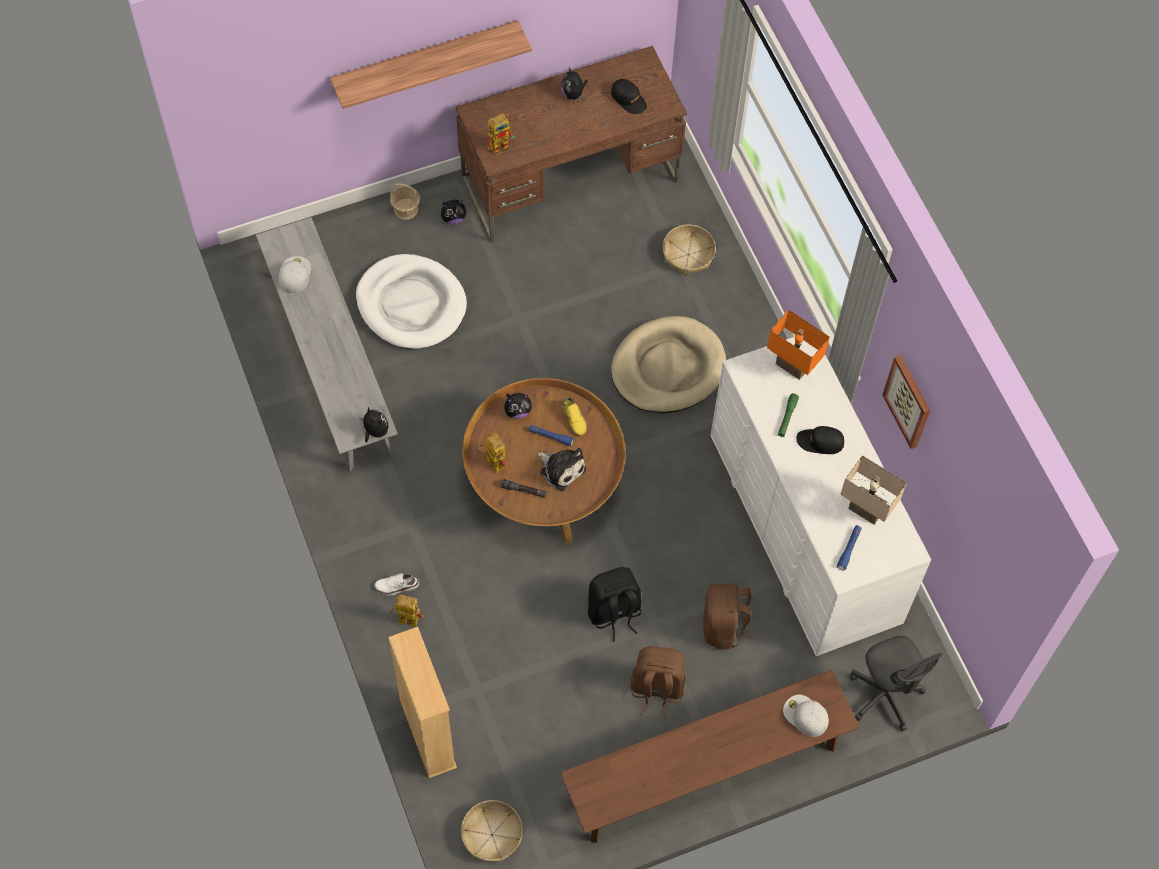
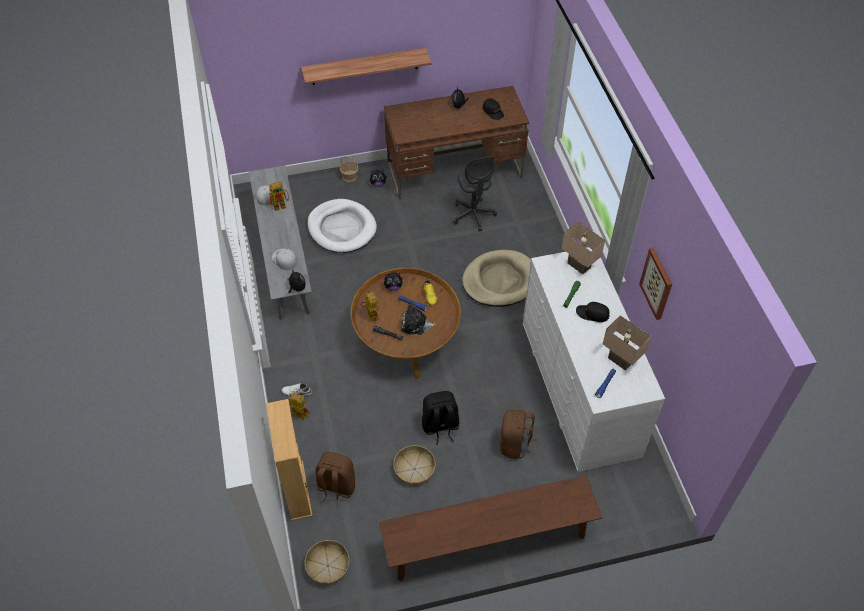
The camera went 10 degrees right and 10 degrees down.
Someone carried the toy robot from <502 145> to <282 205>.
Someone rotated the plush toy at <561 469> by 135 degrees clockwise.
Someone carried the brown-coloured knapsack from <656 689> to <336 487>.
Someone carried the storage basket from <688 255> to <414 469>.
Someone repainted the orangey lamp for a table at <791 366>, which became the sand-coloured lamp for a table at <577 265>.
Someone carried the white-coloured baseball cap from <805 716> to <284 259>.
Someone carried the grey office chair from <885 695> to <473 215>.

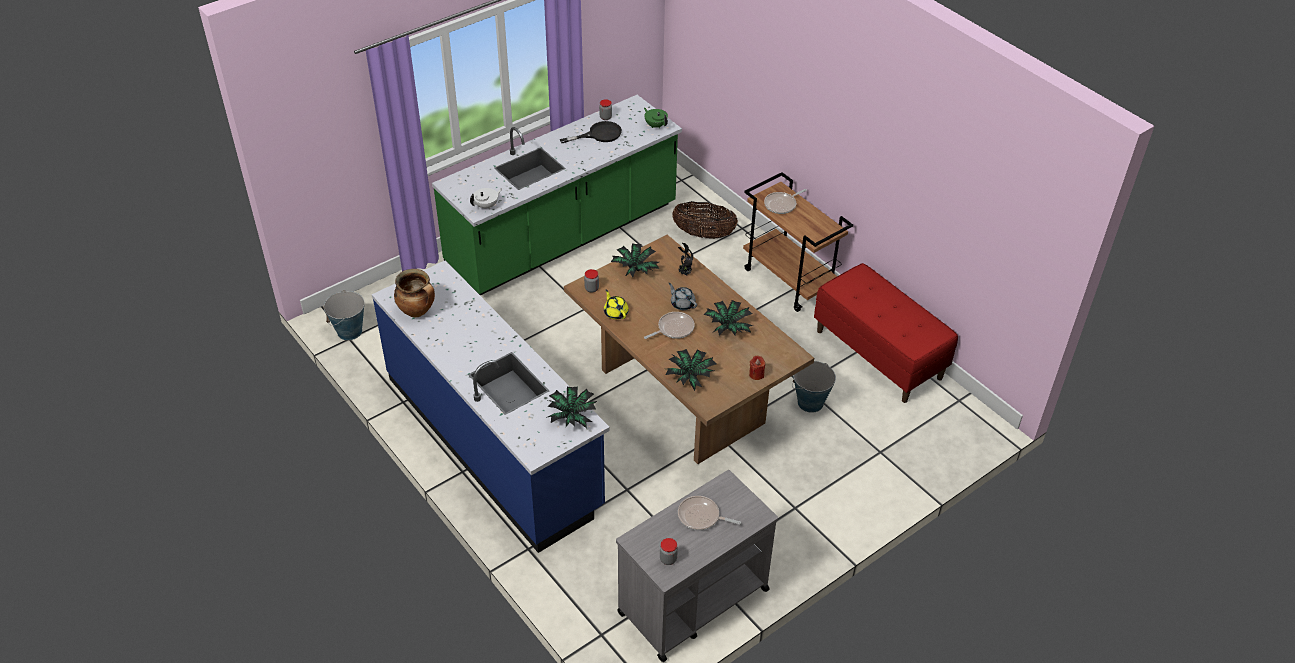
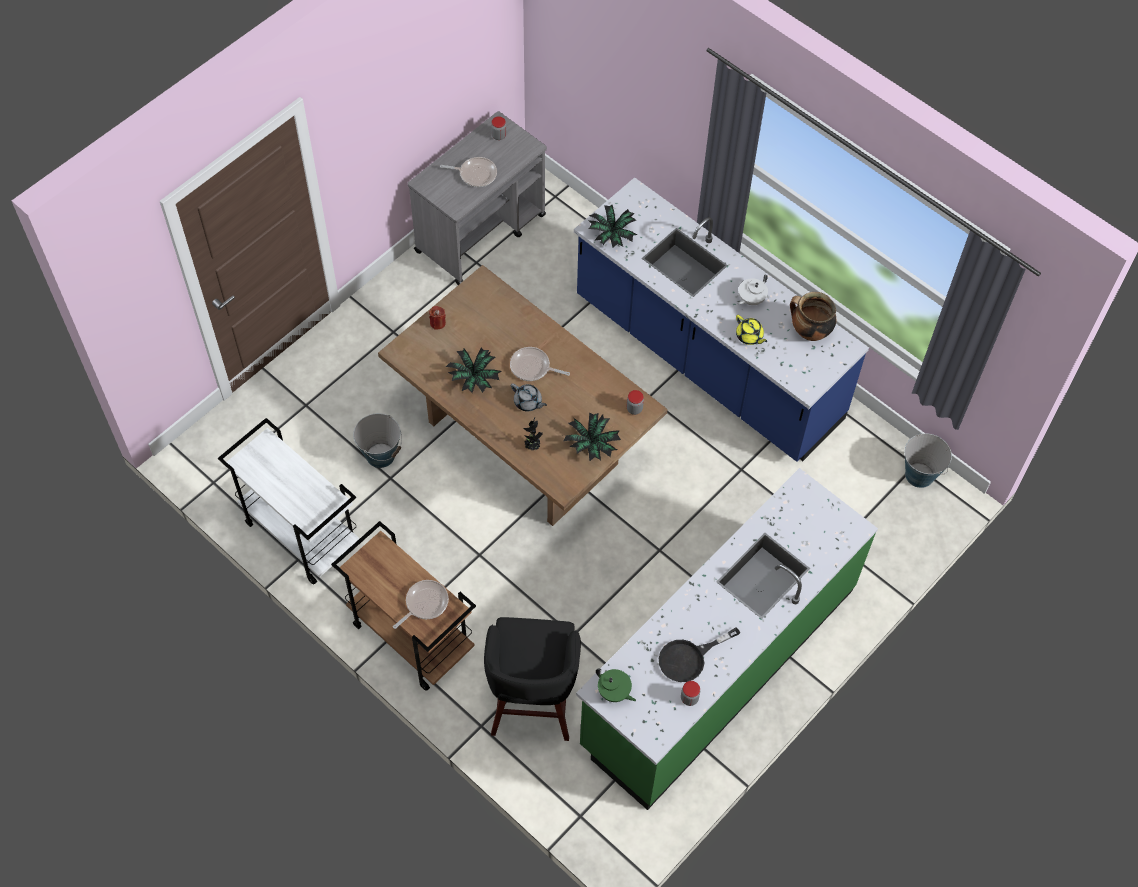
The camera went 170 degrees right and 15 degrees up.
Someone carried the white-coloured pot for tea from <487 206> to <750 299>.
Someone carried the yellow pot for tea from <615 312> to <749 336>.
Someone rotated the pan at <673 329> by 60 degrees clockwise.
Someone took away the potted plant at <690 377>.
Someone swapped the storage basket at <703 234> for the black-coloured stool seat at <532 704>.
Someone swapped the red bench at <879 354> for the white-coloured trolley at <300 534>.

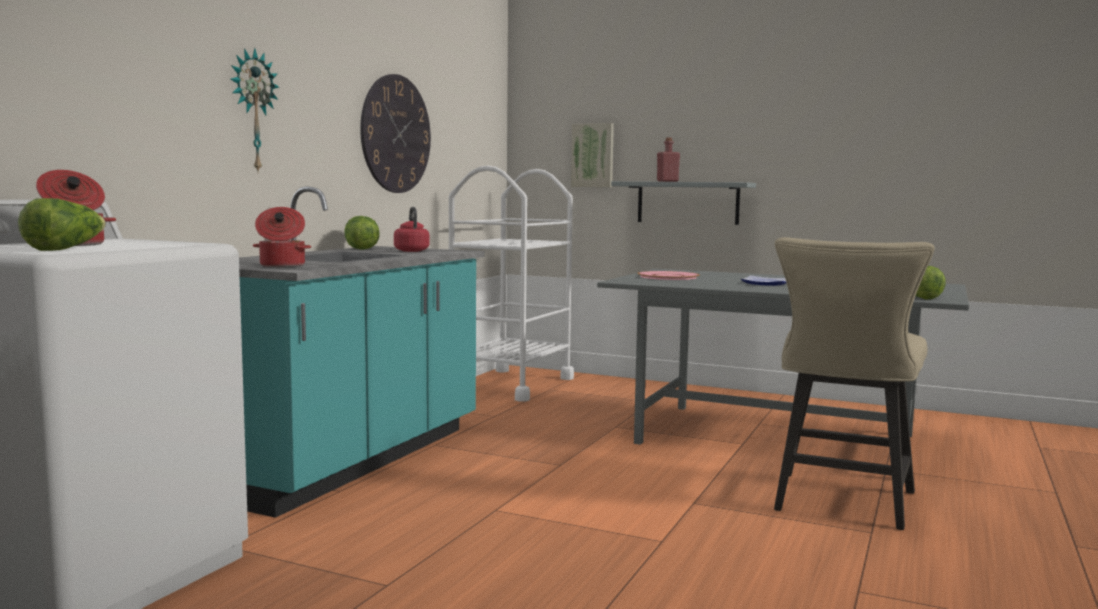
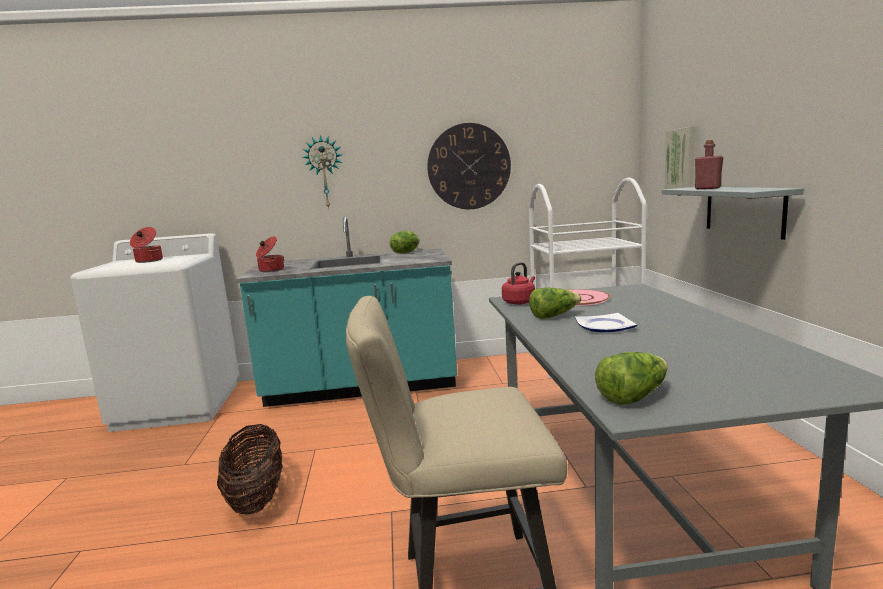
The camera went 60 degrees right and 5 degrees up.
Someone carried the head of lettuce from <65 249> to <554 316>.
Someone carried the red tea kettle from <411 251> to <520 302>.
Someone put down the storage basket at <256 498>.

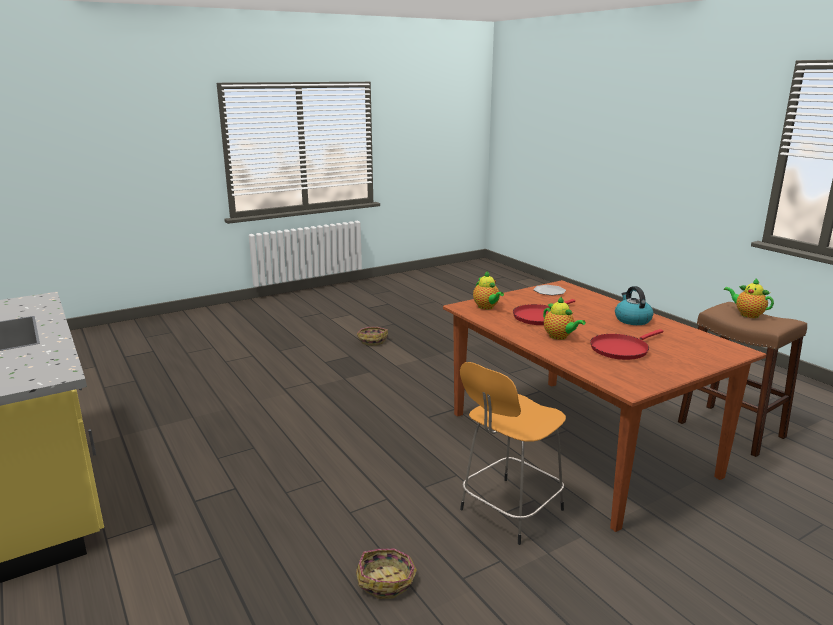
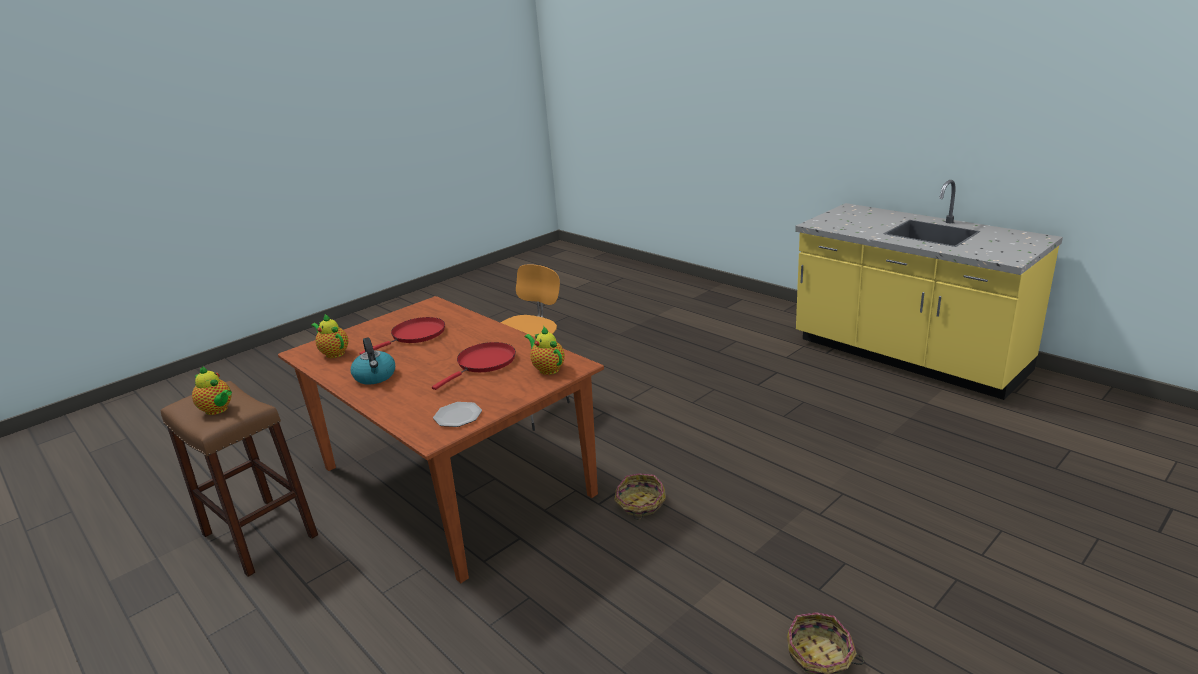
The camera went 170 degrees right and 5 degrees up.
Someone carried the storage basket from <387 580> to <640 504>.
Someone carried the pot for tea from <559 337> to <334 353>.

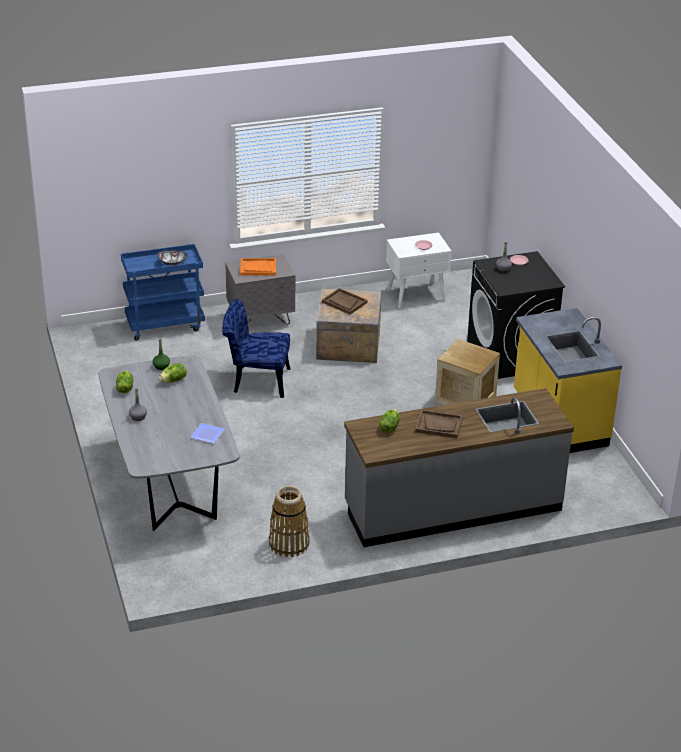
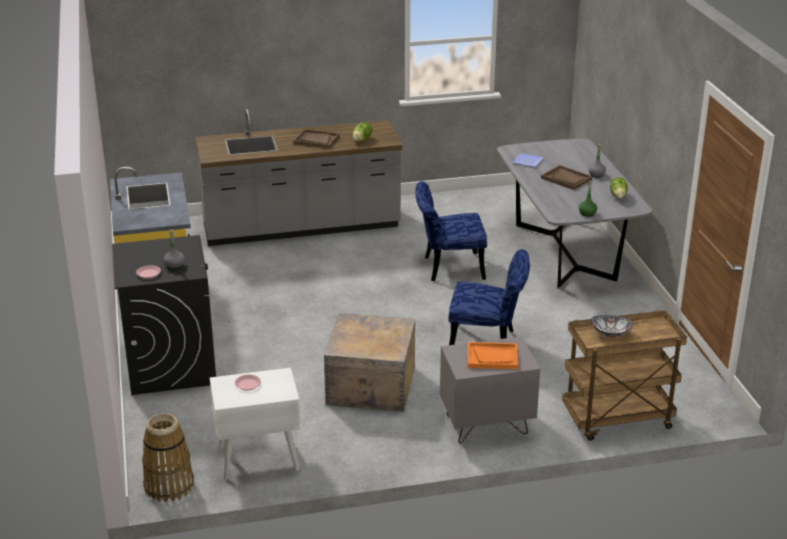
The camera went 175 degrees left and 5 degrees down.
Someone repainted the bluish trolley at <165 325>, which became the brown-coloured trolley at <616 420>.
Someone took away the head of lettuce at <173 380>.
Someone carried the storage basket from <289 544> to <169 485>.
Someone carried the brown-coloured tray from <344 302> to <566 179>.
Someone took away the packing crate at <465 399>.
Someone put down the bluish upright chair at <448 268>.

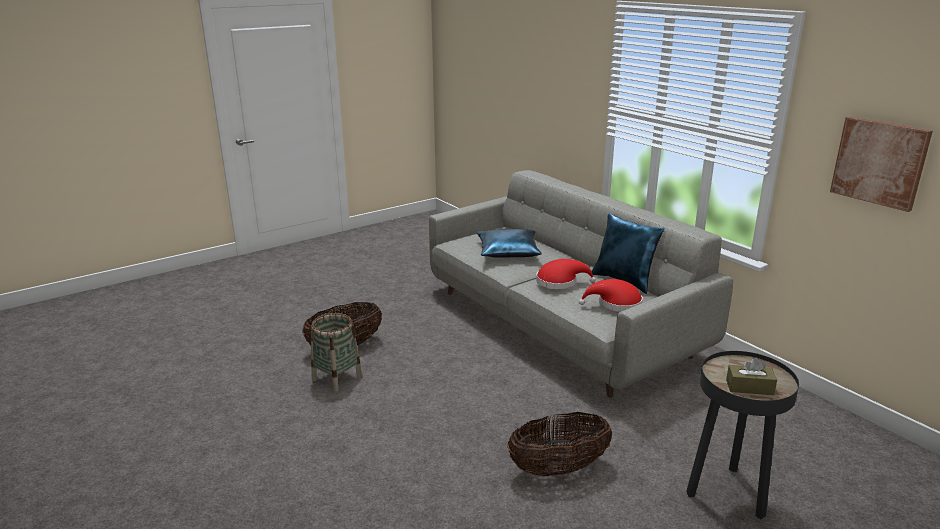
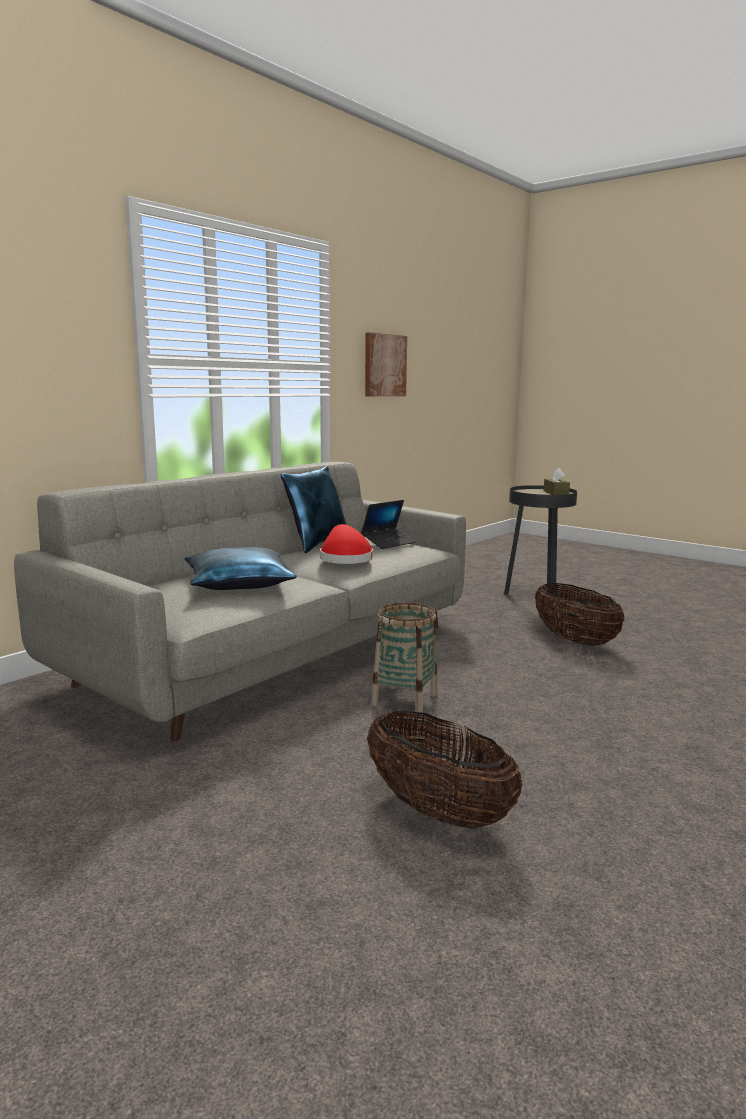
The camera went 105 degrees left and 10 degrees down.
Someone carried the storage basket from <337 378> to <404 699>.
Someone swapped the red hat at <615 304> for the laptop at <388 543>.

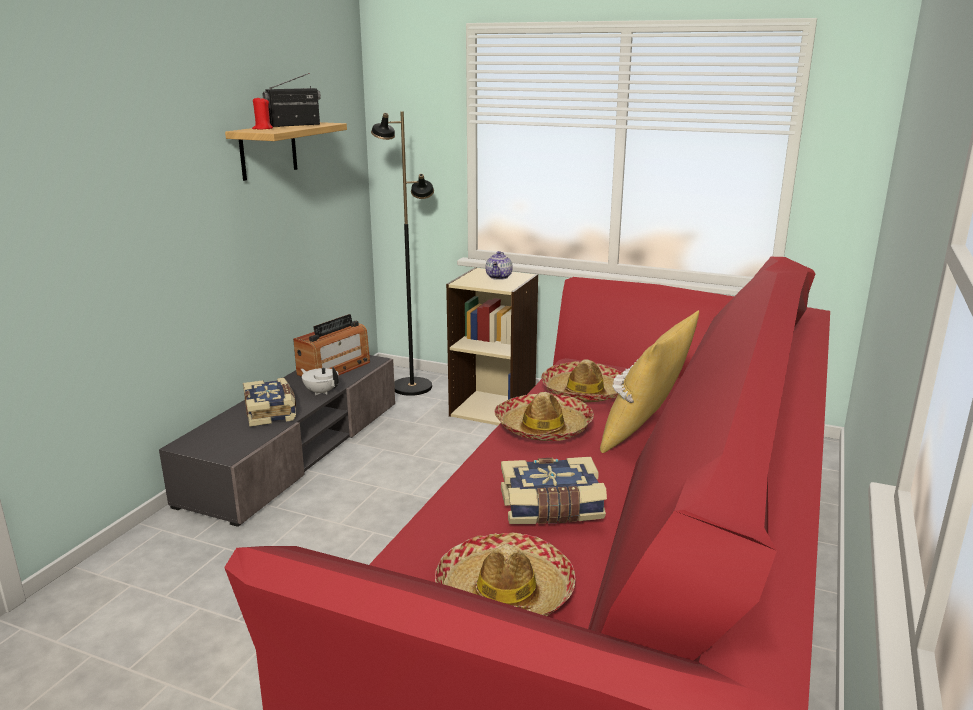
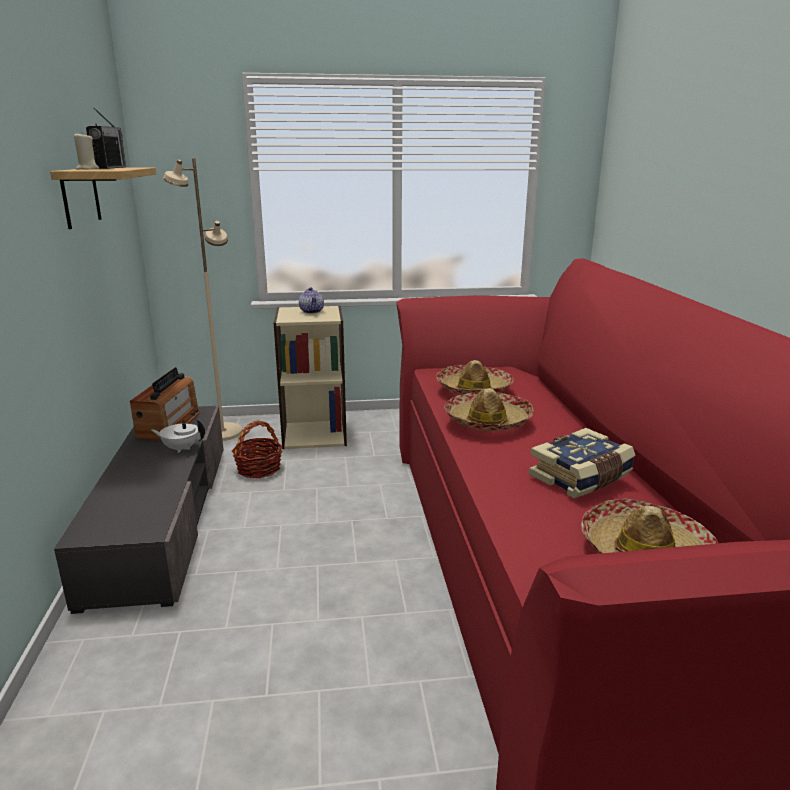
The camera went 30 degrees left and 0 degrees up.
Someone took away the volume at <271 412>.
Someone repainted the red candle at <262 129>, which became the sand-coloured candle at <87 169>.
Someone rotated the radio at <295 125> by 150 degrees clockwise.
Someone repainted the black-coloured standard lamp at <411 387>, which became the sand-coloured standard lamp at <222 432>.
Someone took away the yellow pillow at <646 434>.
Someone put down the storage basket at <259 469>.

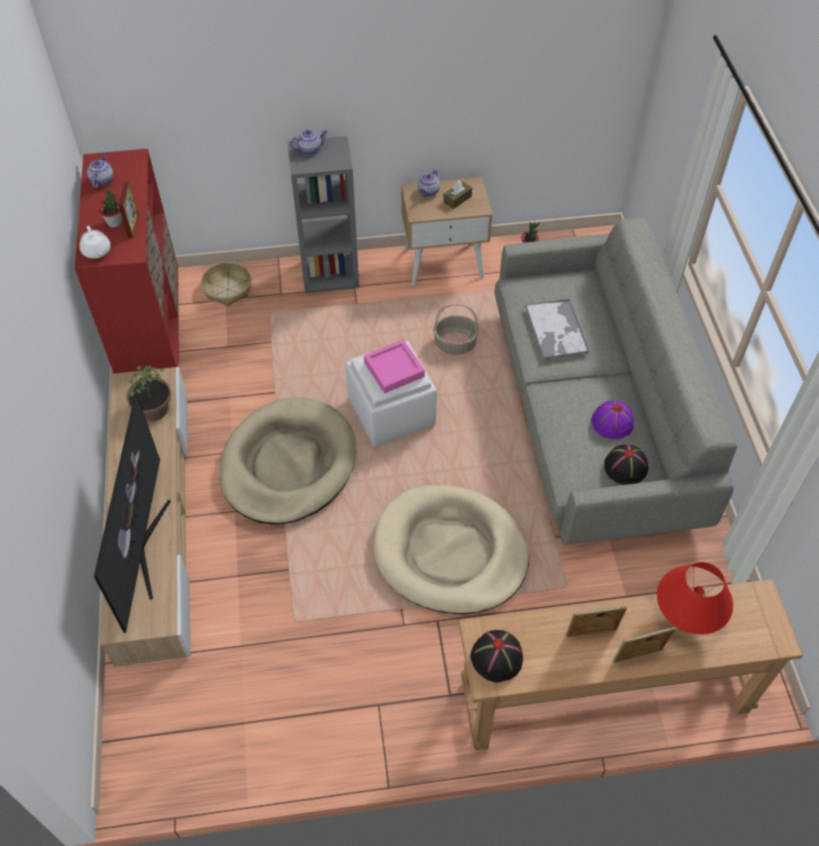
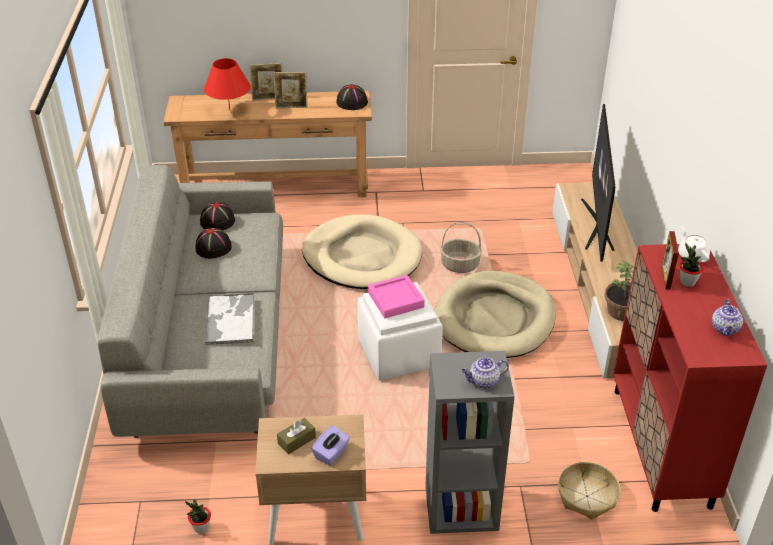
The camera went 175 degrees left and 15 degrees down.
Someone swapped the pot for tea at <428 192> for the purple box of tissues at <331 453>.
Someone carried the storage basket from <454 344> to <460 265>.
Someone repainted the purple hat at <612 423>, which became the black-coloured hat at <214 247>.

